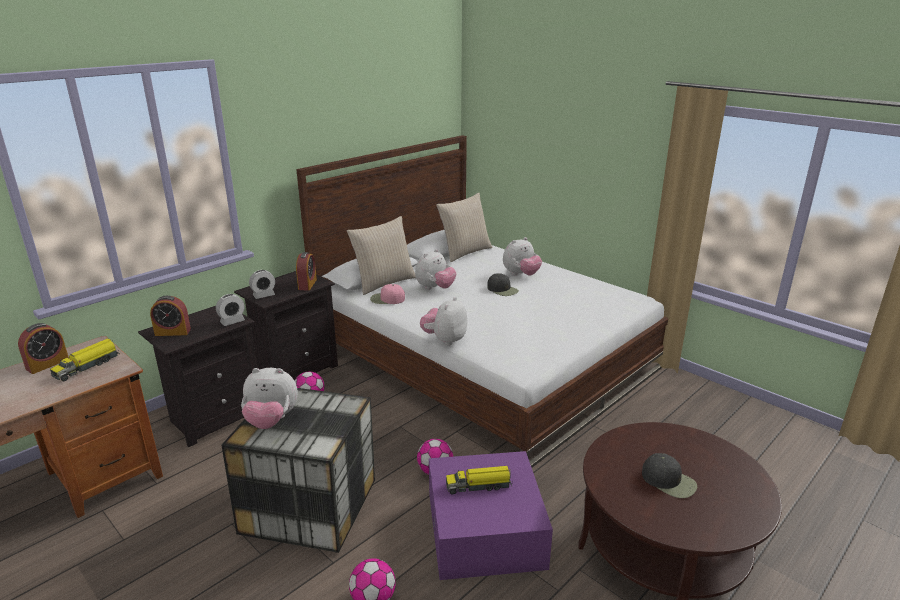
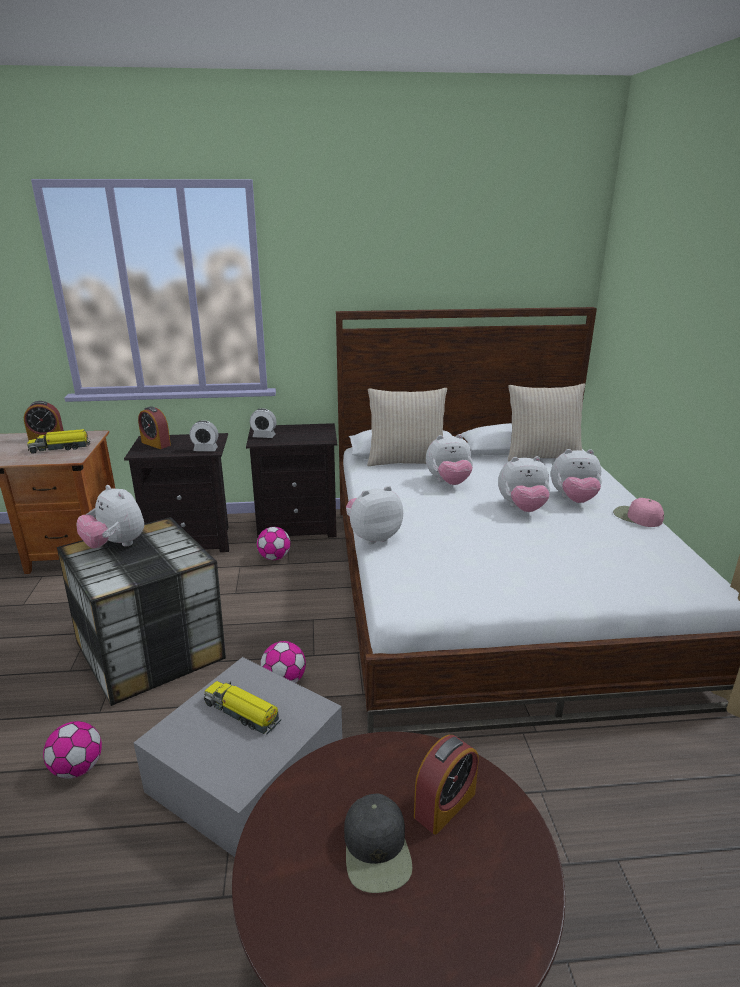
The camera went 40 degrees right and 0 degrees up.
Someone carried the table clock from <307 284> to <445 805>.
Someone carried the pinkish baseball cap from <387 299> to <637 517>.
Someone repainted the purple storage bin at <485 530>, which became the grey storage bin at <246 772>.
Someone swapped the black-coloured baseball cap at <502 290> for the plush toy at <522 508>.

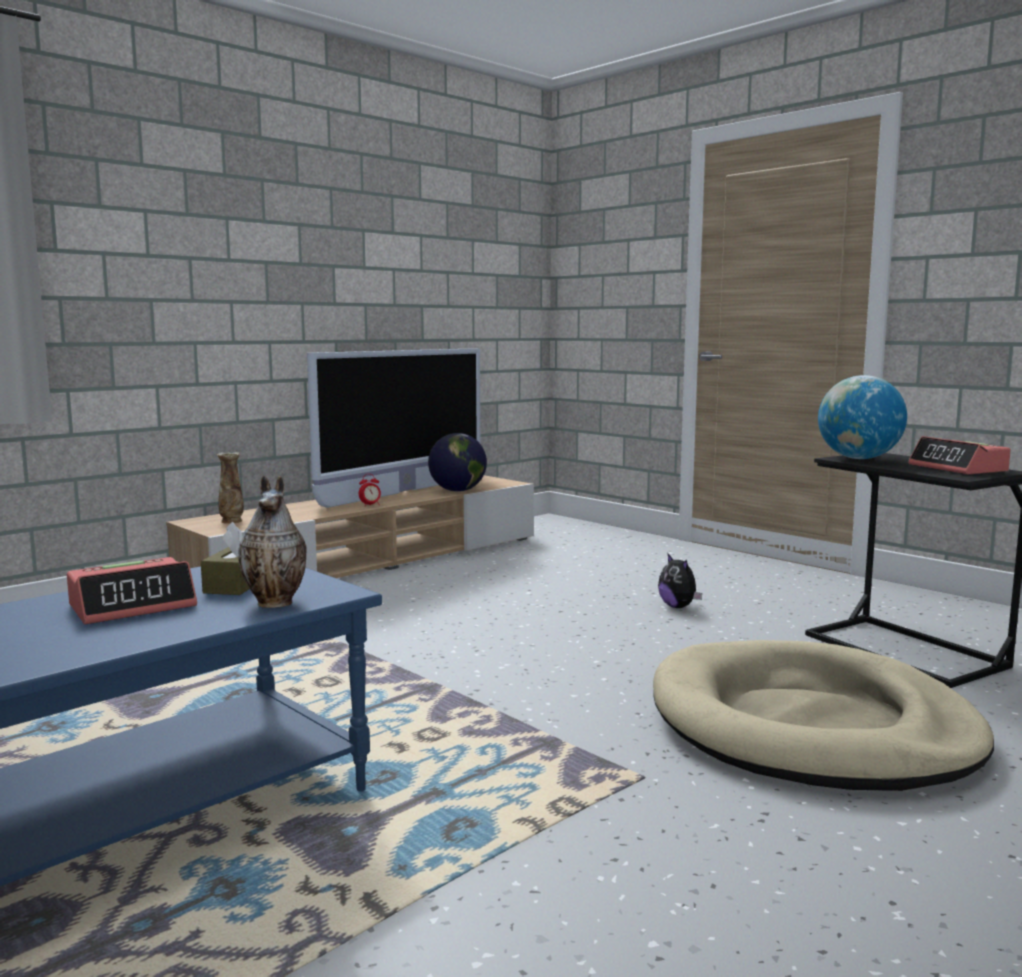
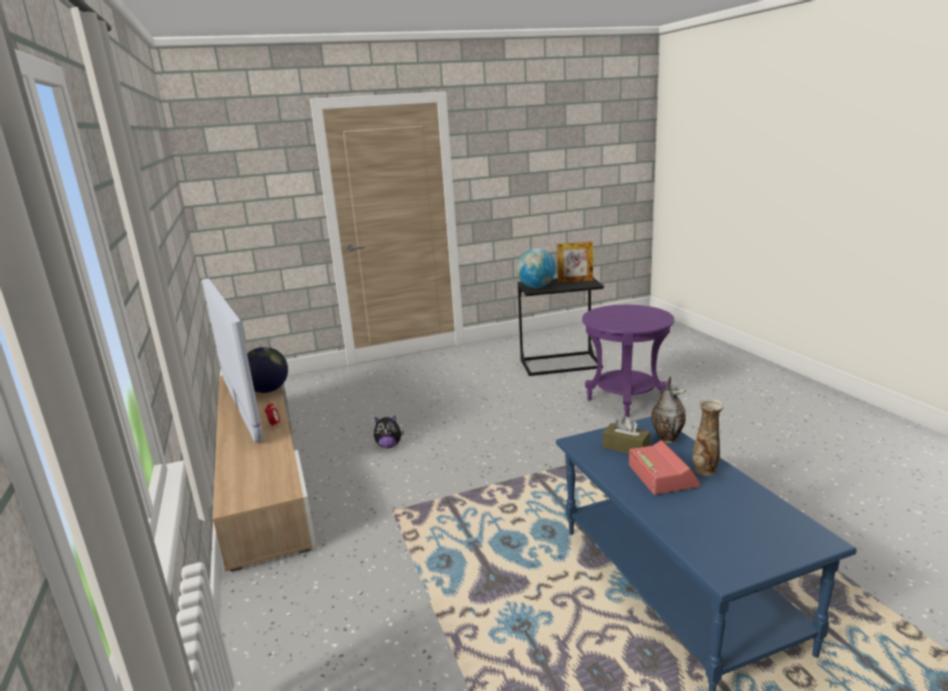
The camera went 65 degrees left and 10 degrees up.
Someone carried the vase from <232 521> to <705 470>.
Someone swapped the sand-coloured dog cushion at <811 726> for the purple accent table at <625 400>.
Someone carried the plush toy from <678 607> to <389 446>.
Someone swapped the table clock at <958 468> for the photo frame at <575 281>.

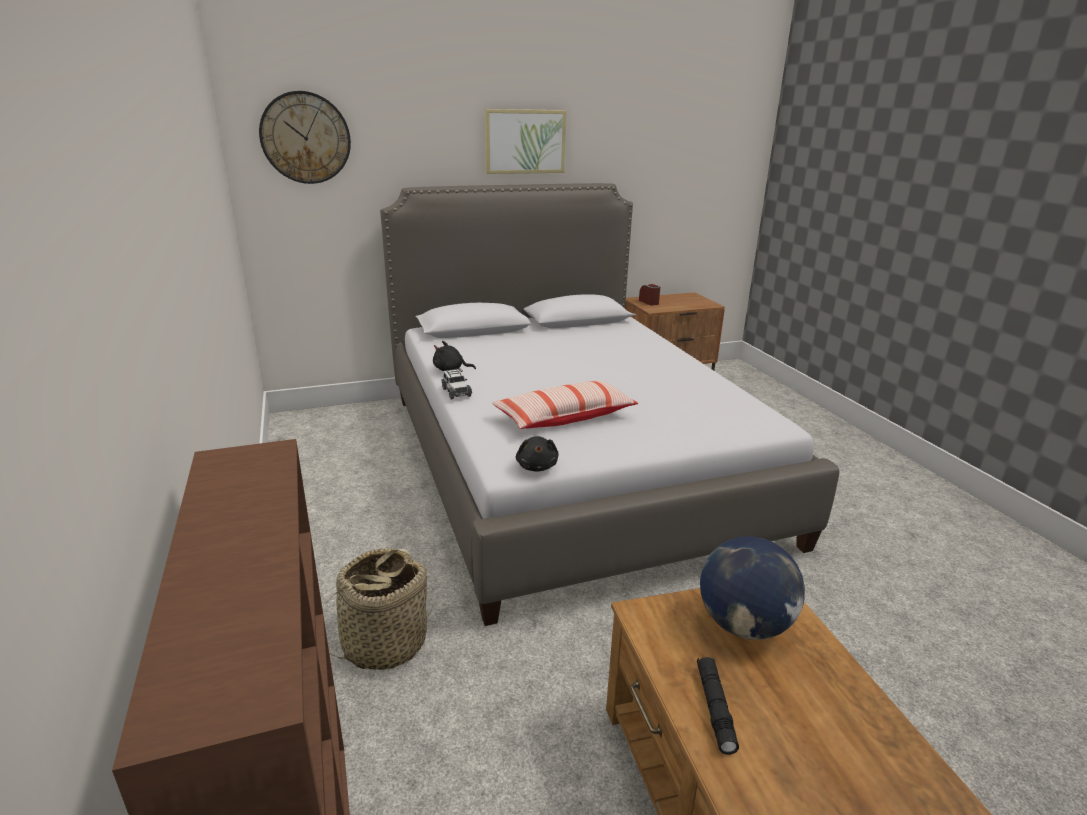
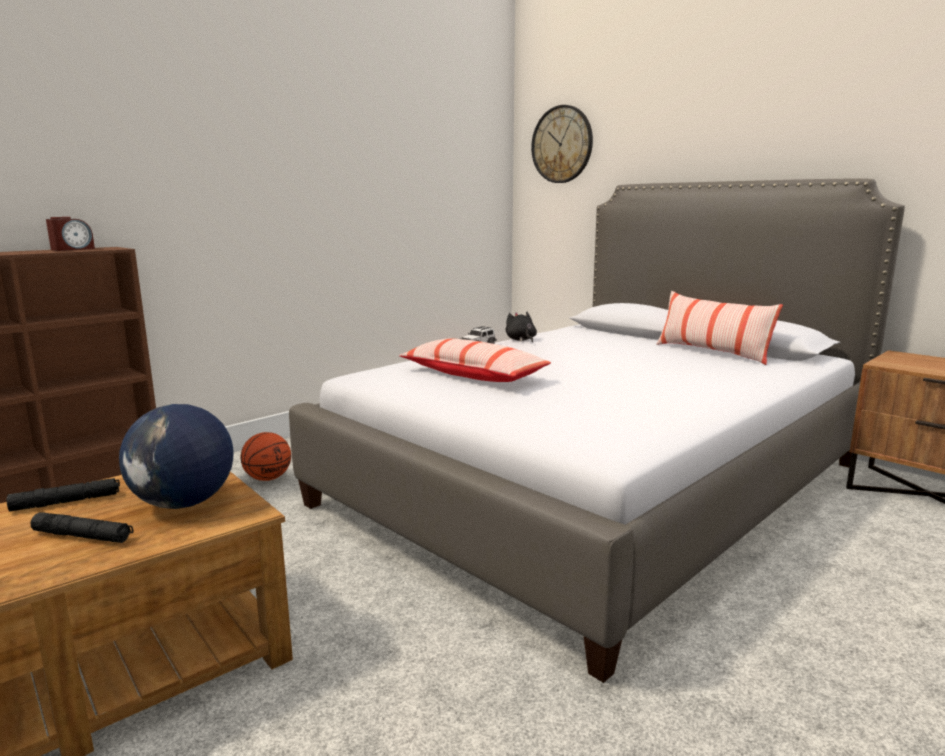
The camera went 65 degrees right and 10 degrees down.
Someone swapped the storage basket at <384 643> for the basketball at <268 478>.
Someone took away the wall art at <525 141>.
Someone took away the black-coloured plush toy at <537 466>.
Someone carried the table clock from <649 302> to <72 249>.
Someone put down the black-coloured hand torch at <83 536>.
Someone put down the pillow at <712 353>.

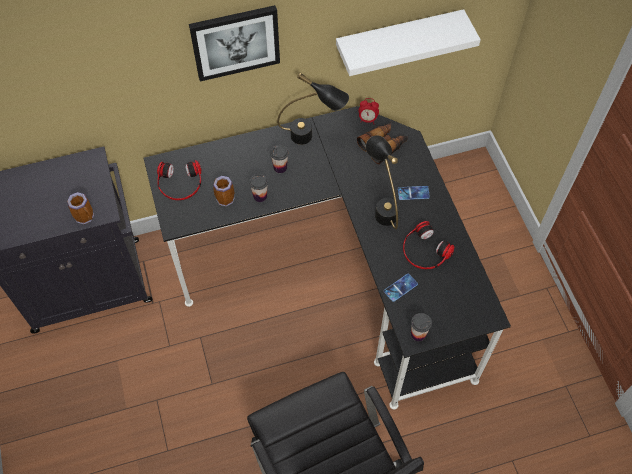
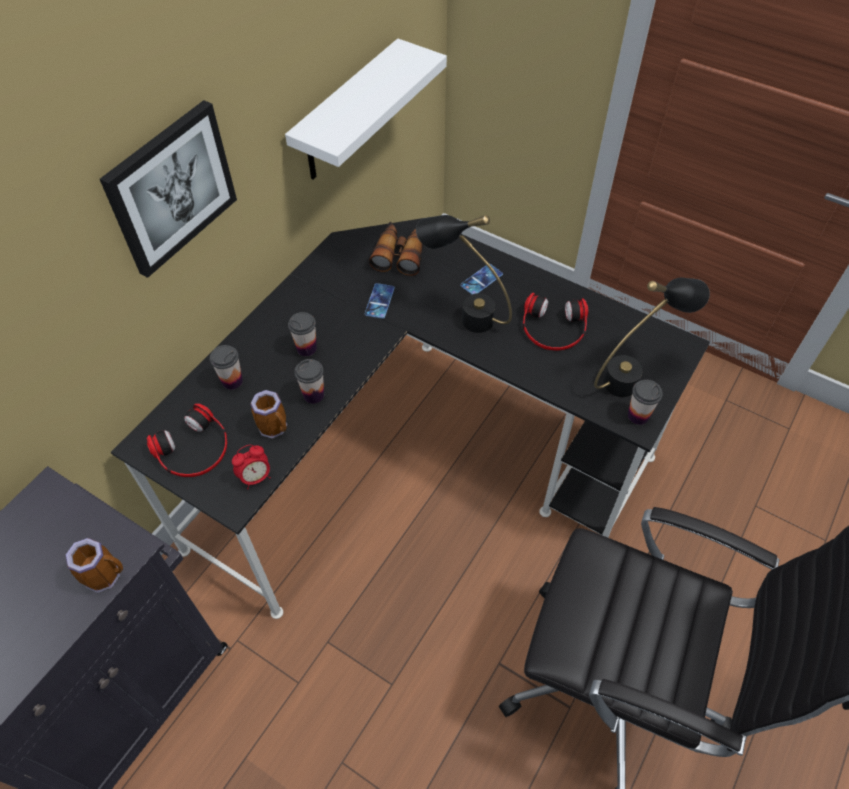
The camera went 40 degrees left and 5 degrees down.
Someone carried the black-coloured lamp for a table from <312 137> to <634 376>.
Someone carried the table clock from <367 120> to <256 477>.
Someone carried the telephone from <400 287> to <379 301>.
Someone put down the cup at <232 381>.

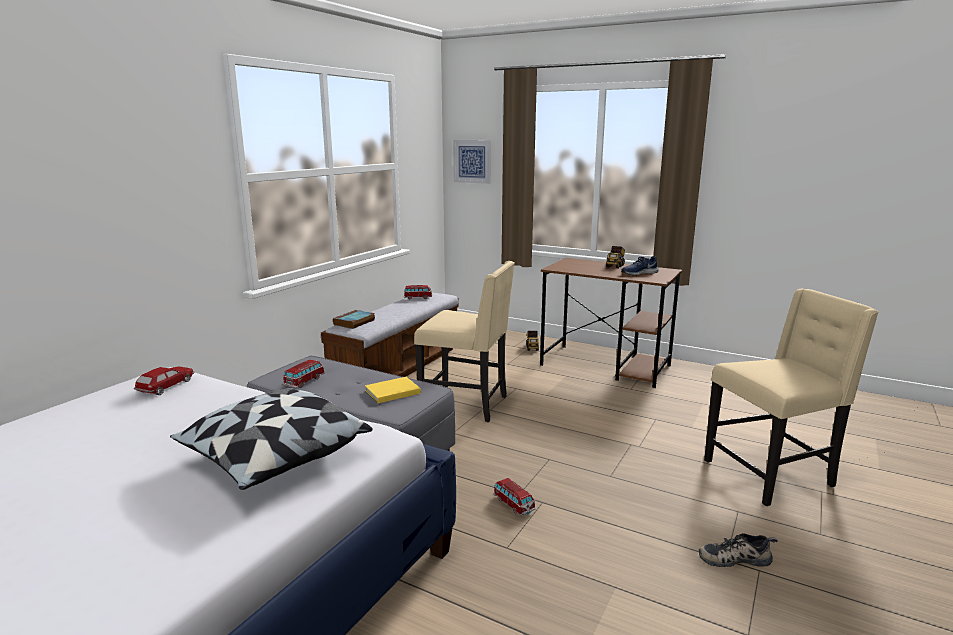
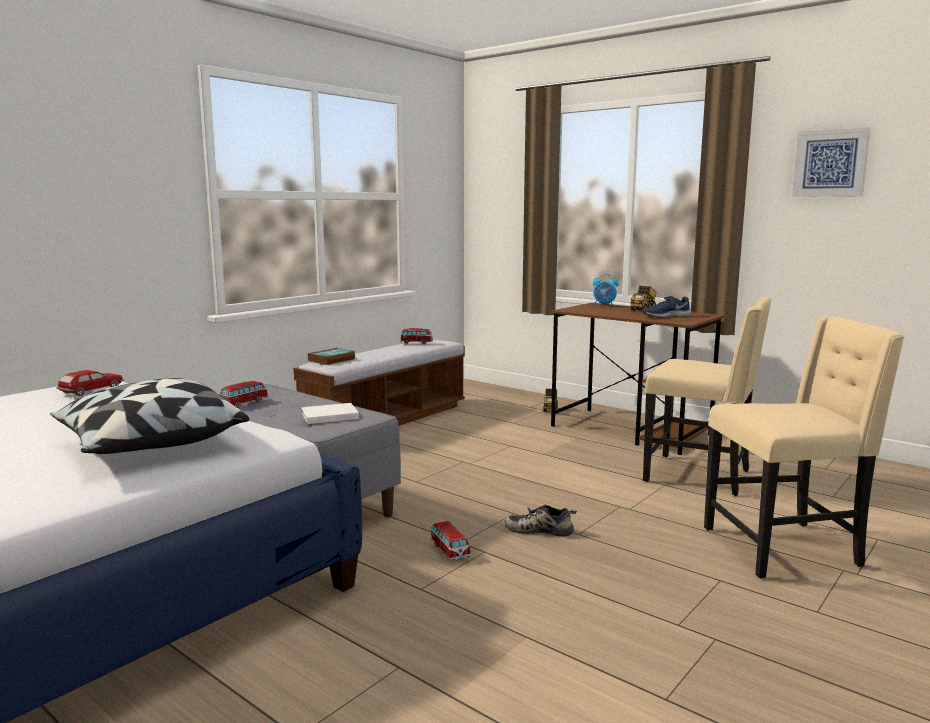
The camera went 10 degrees right and 5 degrees down.
Someone repainted the yellow volume at <391 392>, which became the white-coloured volume at <328 416>.
Someone carried the sand-coloured upright chair from <466 404> to <700 475>.
Someone carried the wall art from <472 161> to <830 163>.
Someone carried the low shoe from <734 558> to <540 529>.
Someone put down the table clock at <604 305>.

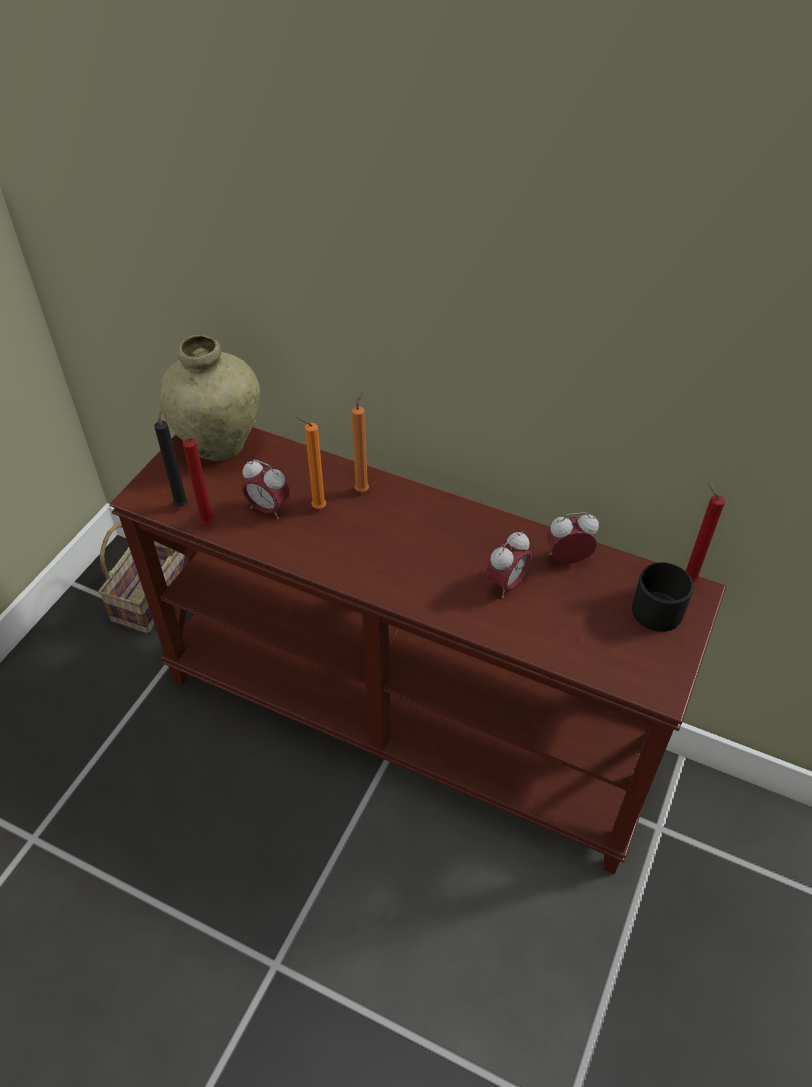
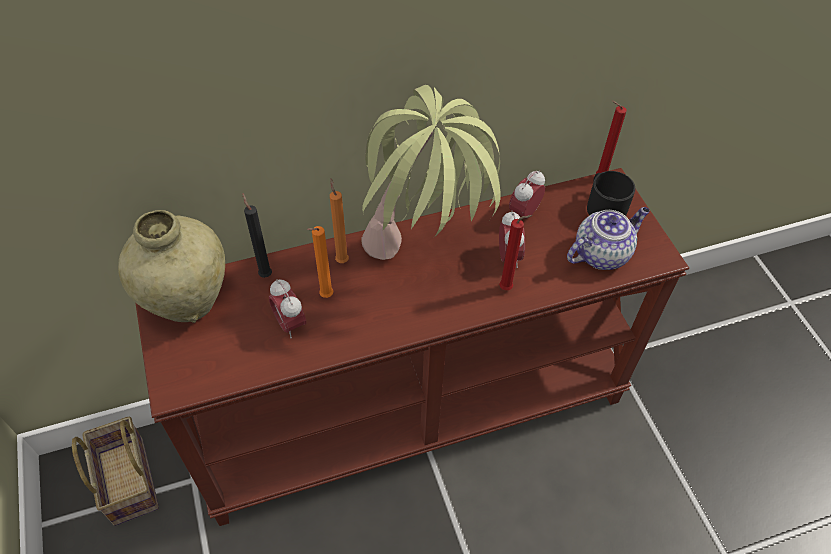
The camera went 45 degrees left and 5 degrees up.
Someone carried the black-coloured candle from <182 504> to <265 273>.
Someone carried the red candle from <209 525> to <508 288>.
Someone rotated the table clock at <268 509> by 75 degrees clockwise.
Someone put down the potted plant at <425 261>.
Someone put down the pot for tea at <602 253>.

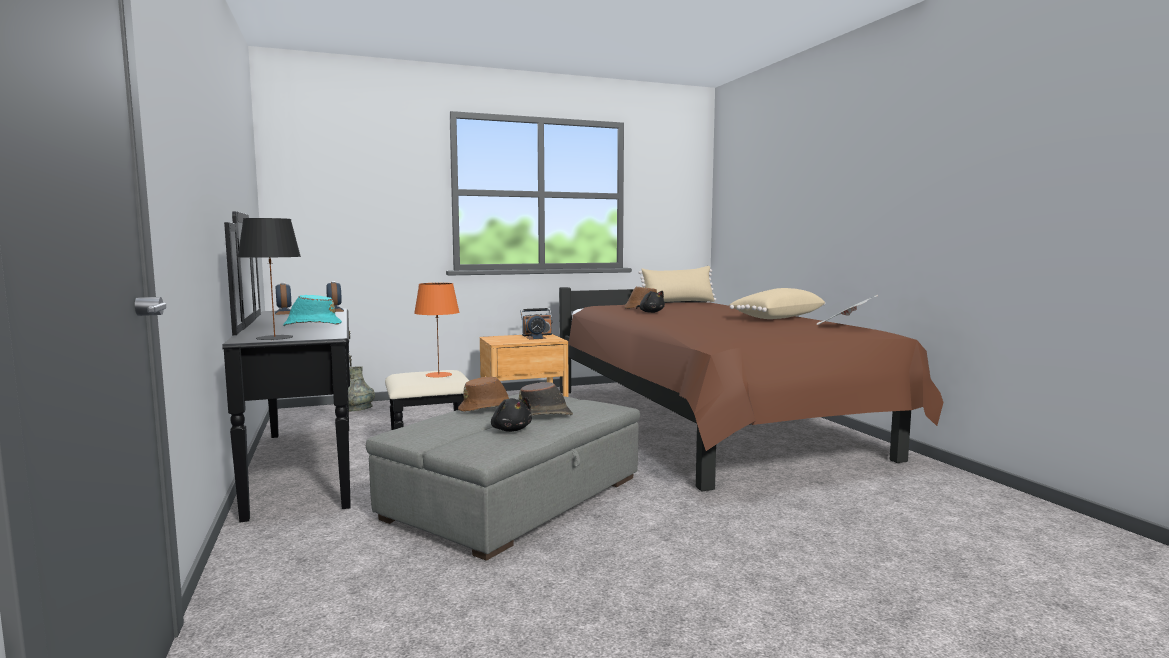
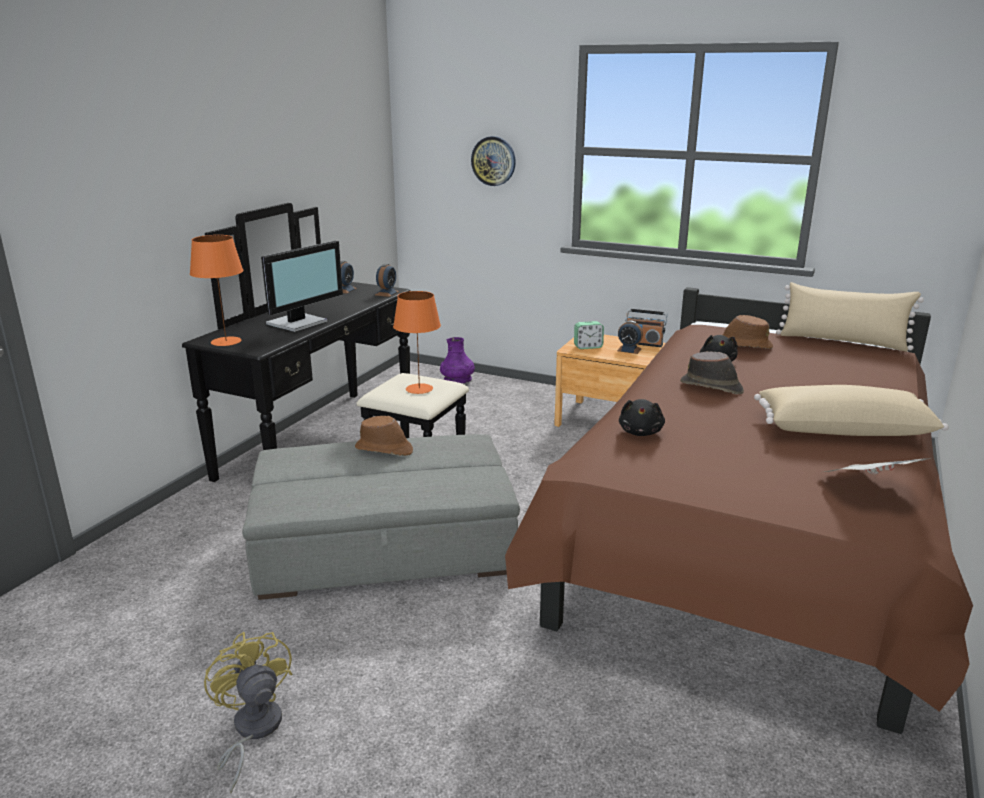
The camera went 45 degrees right and 15 degrees up.
Someone repainted the black-coloured lamp for a table at <274 338>, which became the orangey lamp for a table at <225 341>.
Someone swapped the turquoise hat at <312 325> for the computer screen at <299 323>.
Someone repainted the grey vase at <358 408>, which became the purple vase at <457 380>.
Someone carried the black-coloured plush toy from <511 430> to <641 432>.
Someone carried the brown-coloured hat from <543 416> to <712 387>.
Someone put down the yellow fan at <252 731>.
Someone put up the hanging clock at <493 161>.
Someone put down the table clock at <588 347>.

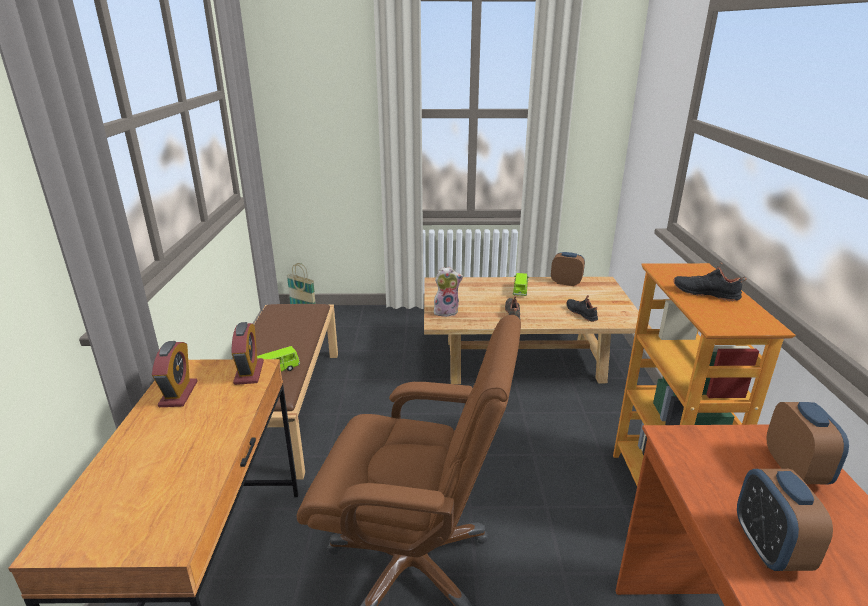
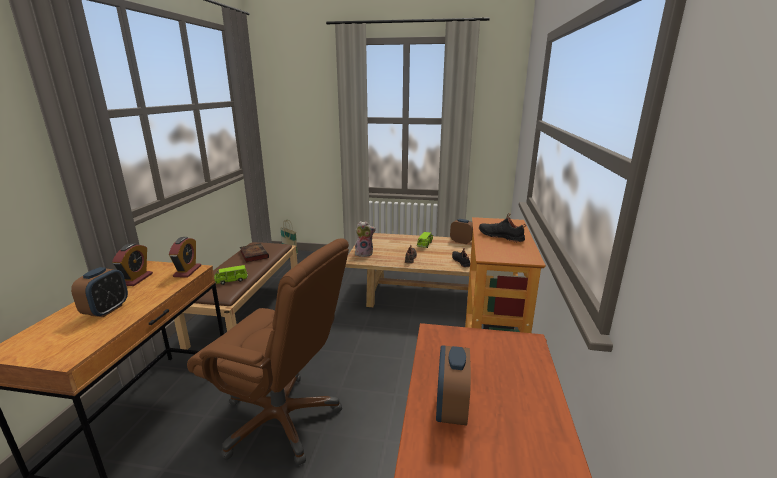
The camera went 10 degrees right and 5 degrees down.
Someone carried the table clock from <795 470> to <106 310>.
Someone put down the volume at <253 254>.

